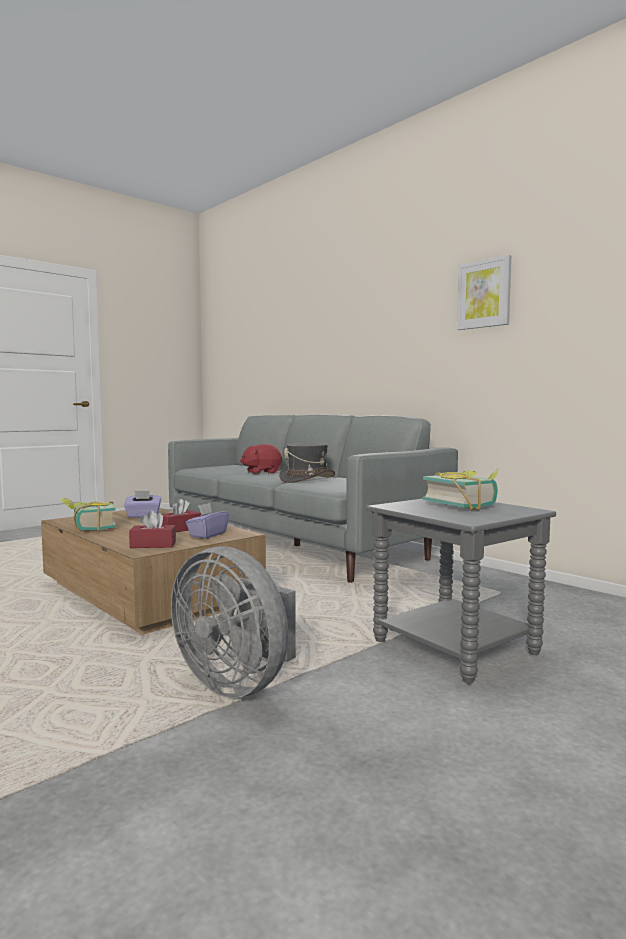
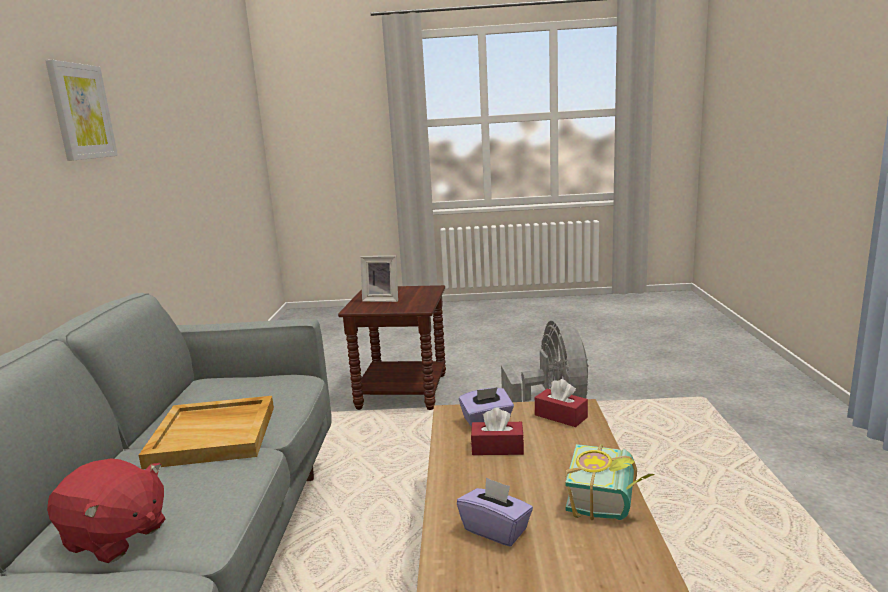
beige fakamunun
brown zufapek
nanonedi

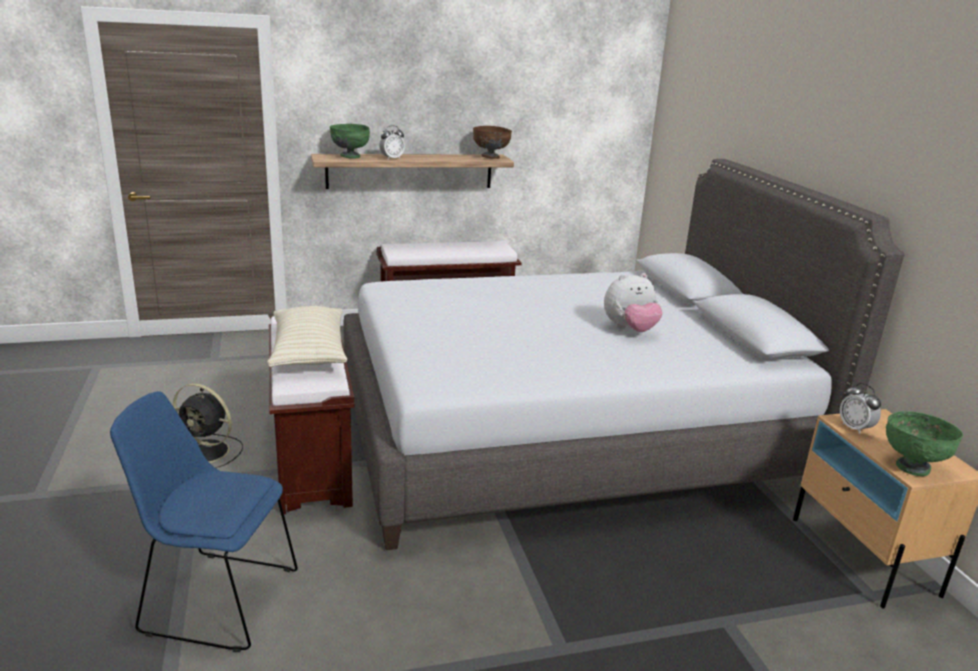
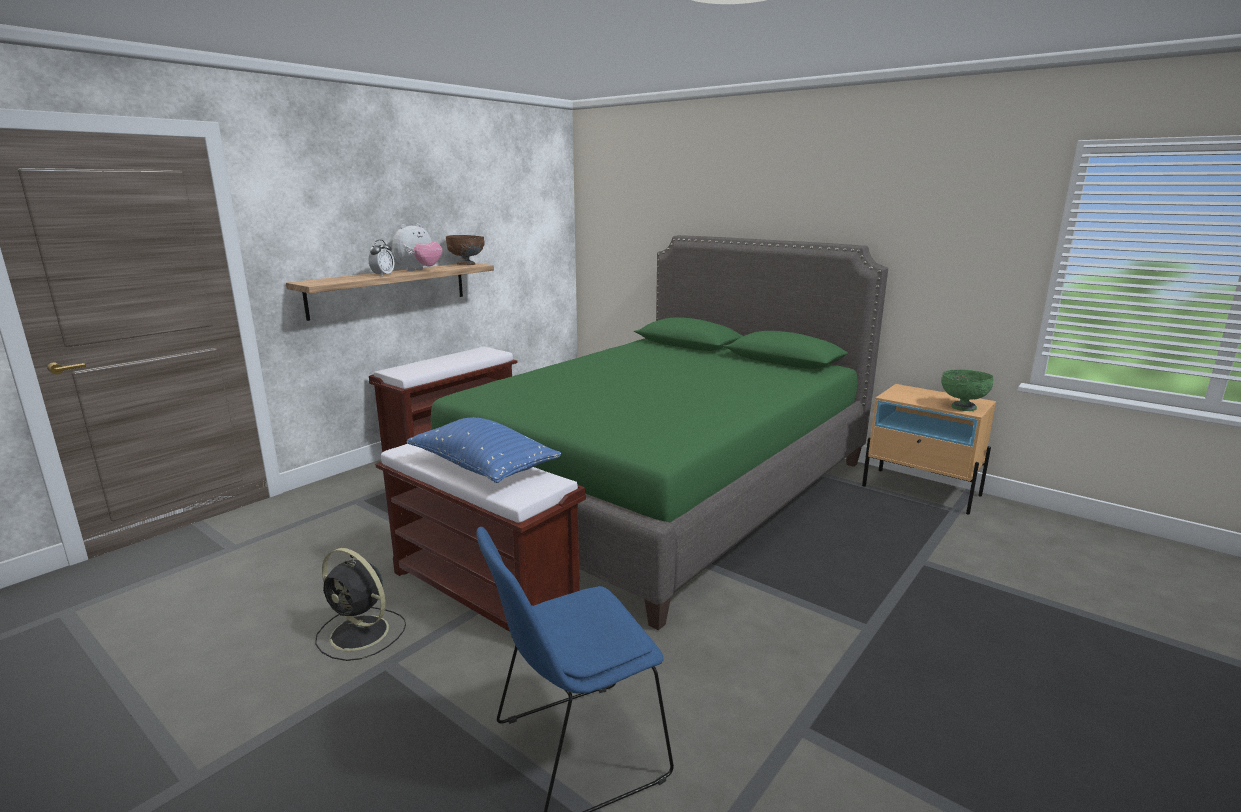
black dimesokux
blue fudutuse
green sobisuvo (no. 1 from left in the first image)
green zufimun
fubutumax
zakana (no. 2 from left in the first image)

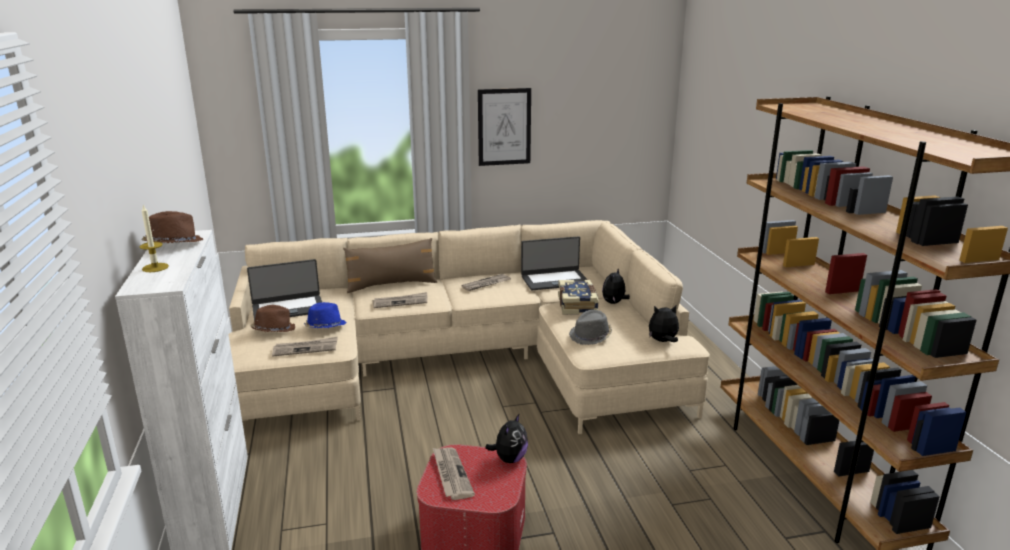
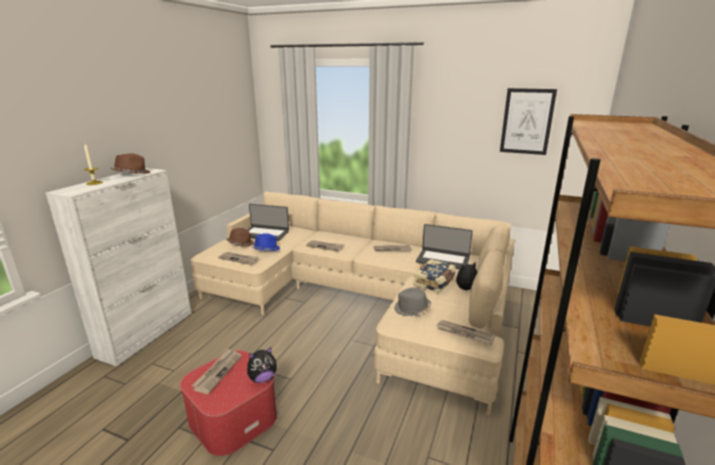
brown fudutuse
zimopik
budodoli (no. 5 from left)

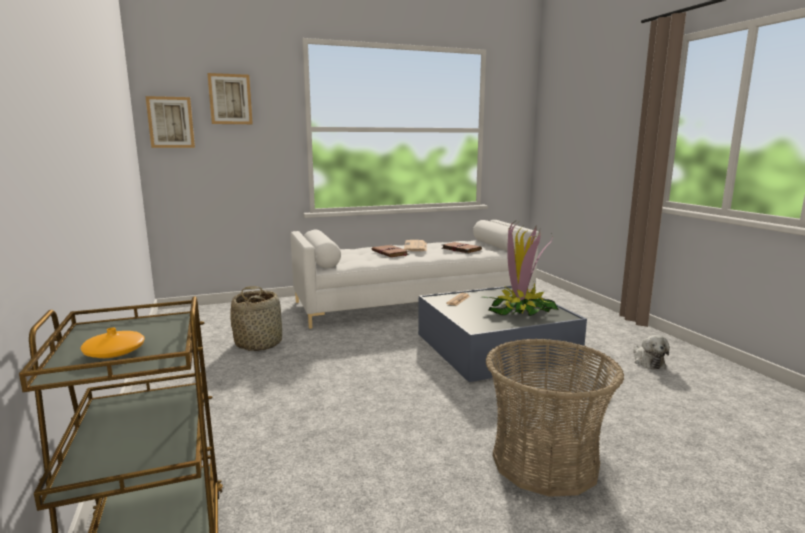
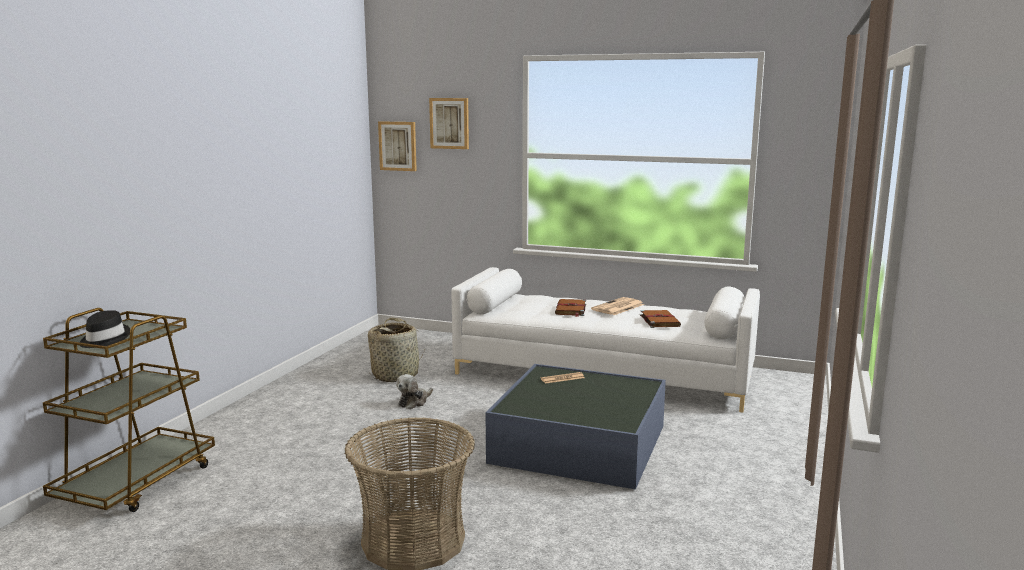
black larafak
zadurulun
fubutumax

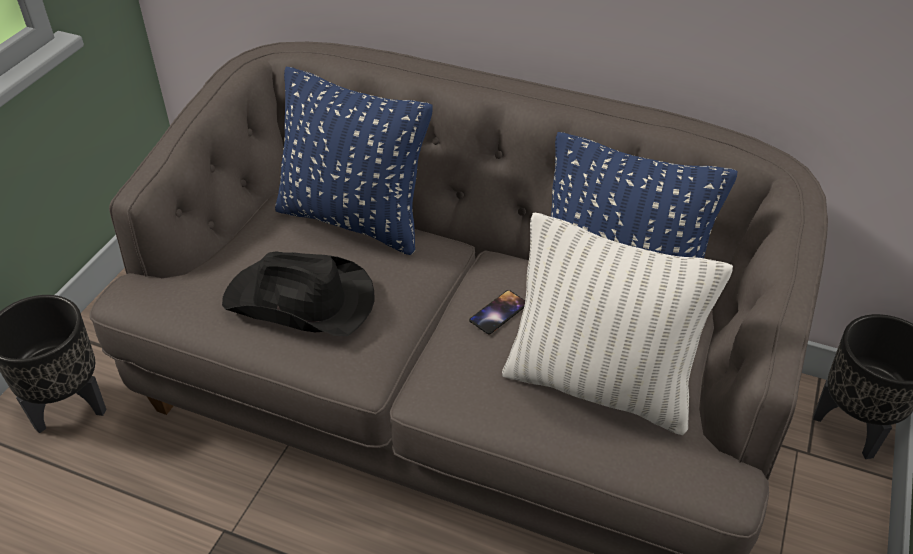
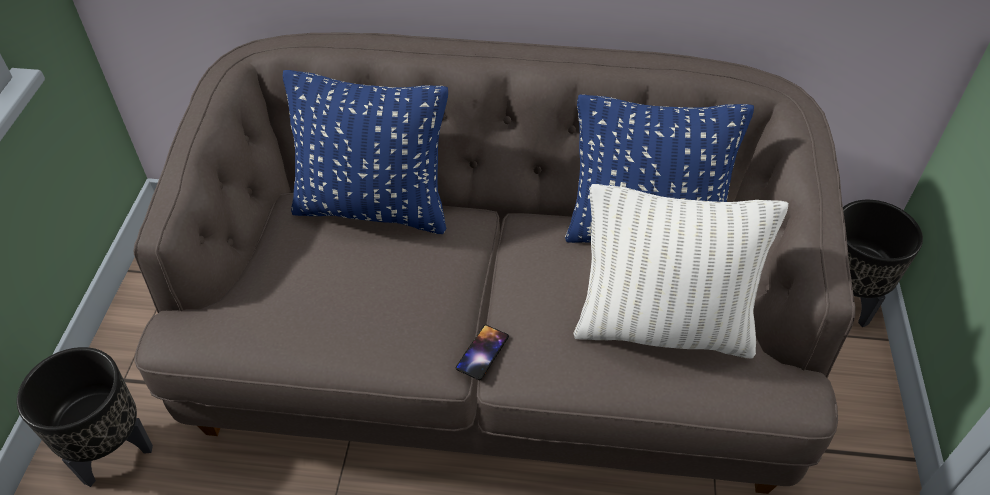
black larafak
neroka

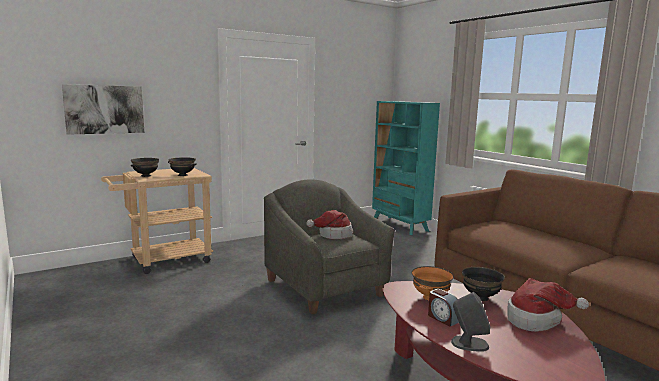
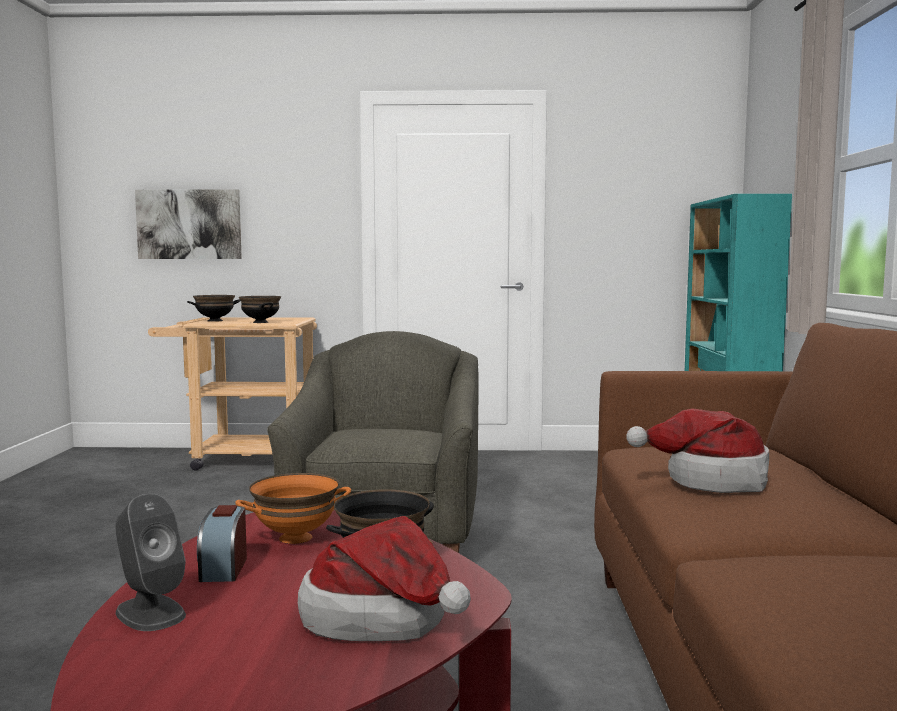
larafak (no. 2 from left)

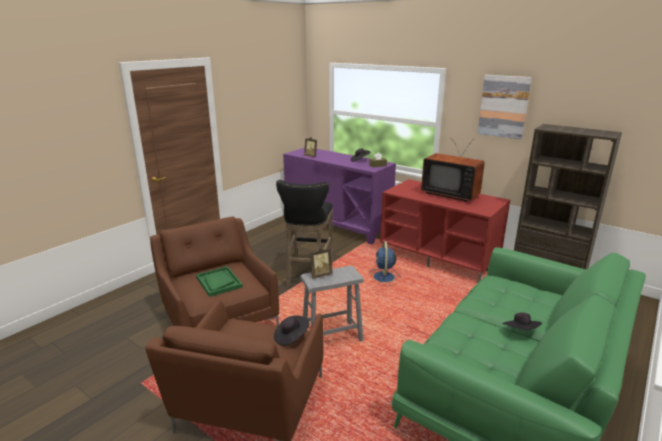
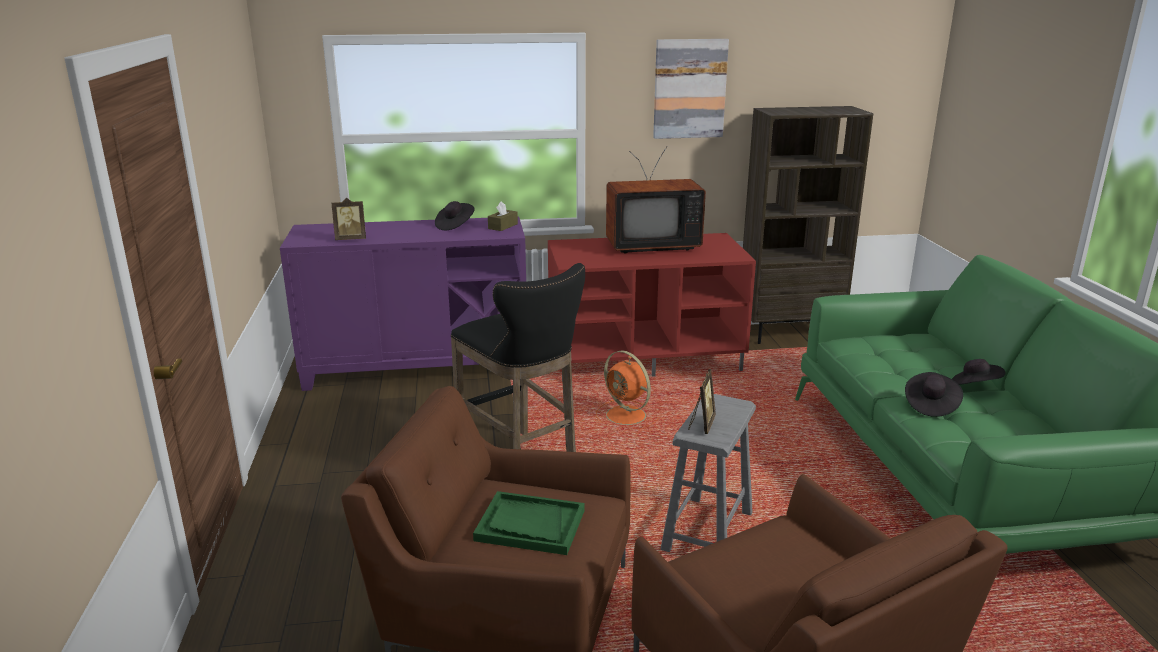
black larafak (no. 2 from left)
orange dimesokux

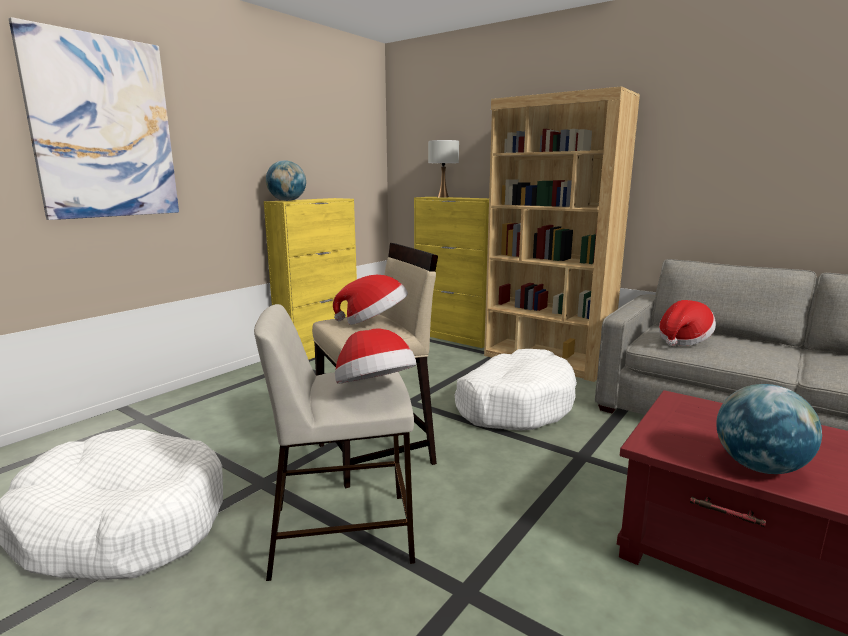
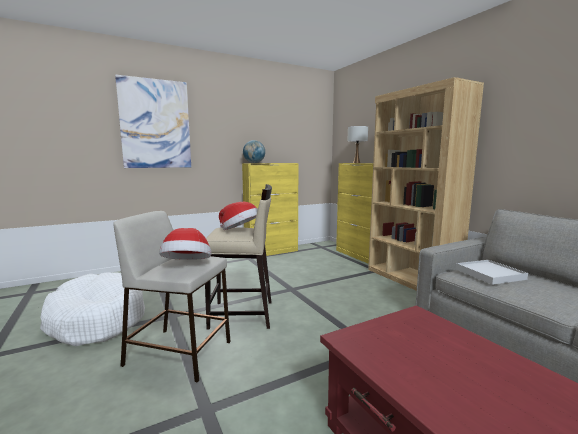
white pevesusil (no. 2 from left in the first image)
white fakamunun
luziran (no. 2 from left in the first image)

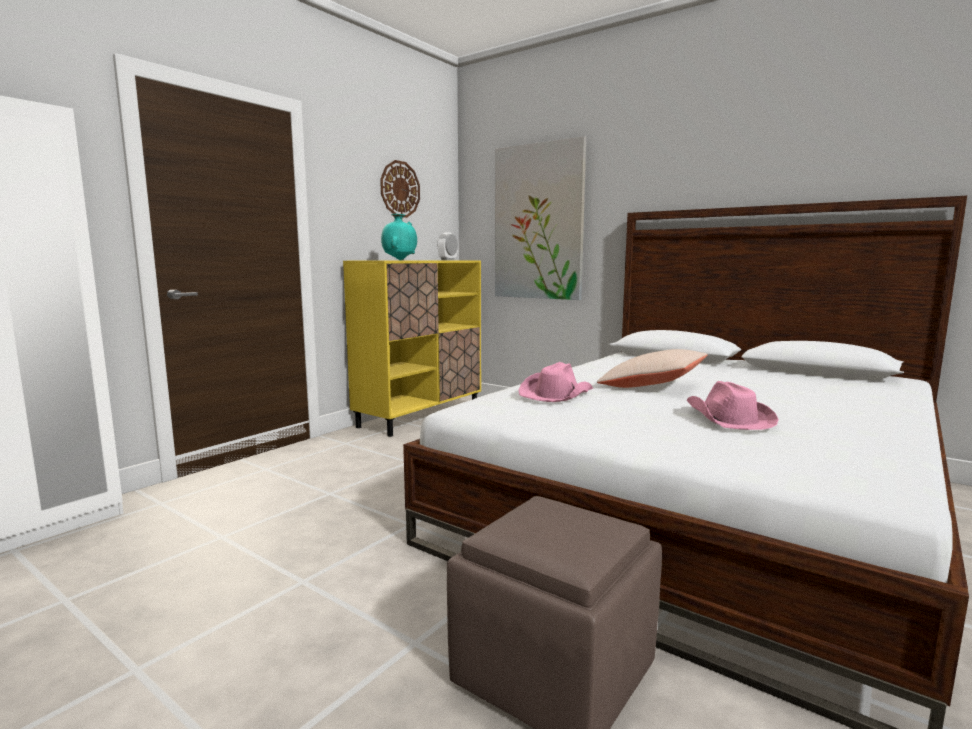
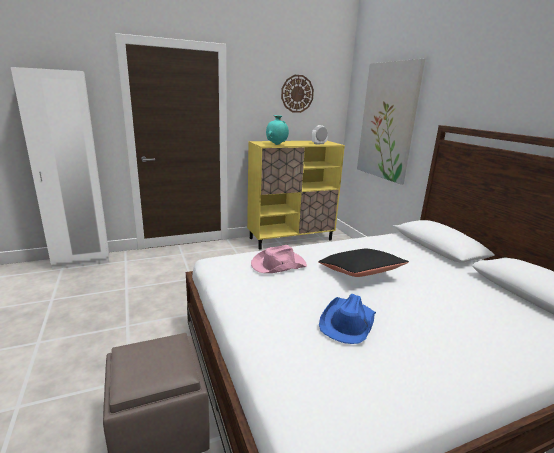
black fudutuse
blue larafak

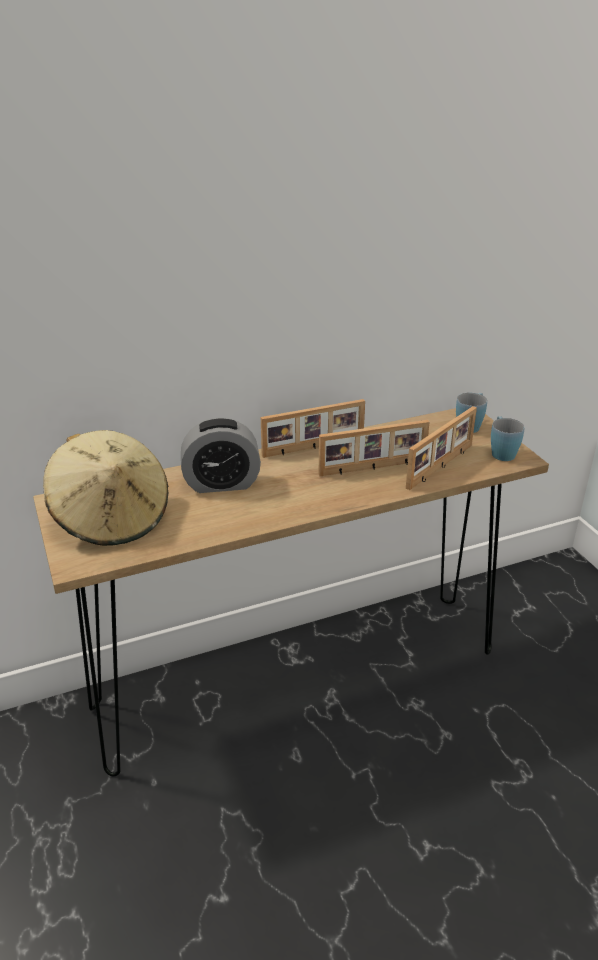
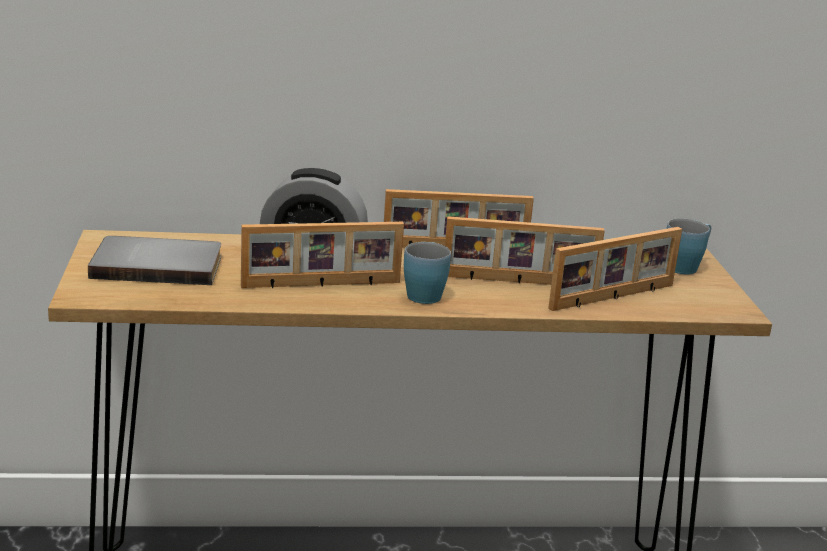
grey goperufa
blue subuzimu (no. 1 from left)
nanonedi (no. 1 from left)

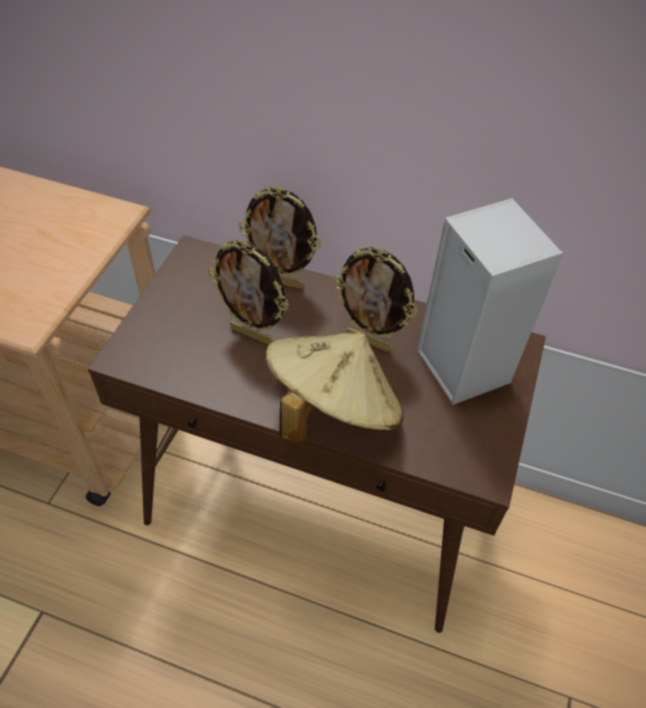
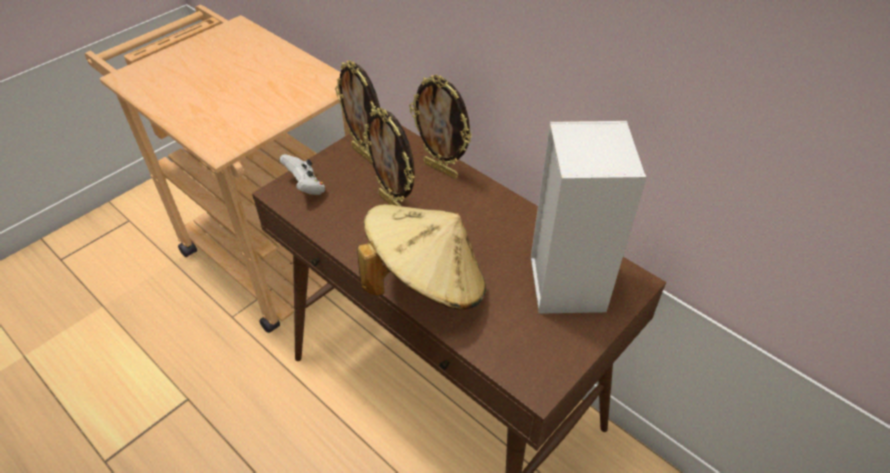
nanonedi (no. 1 from left)
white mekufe

